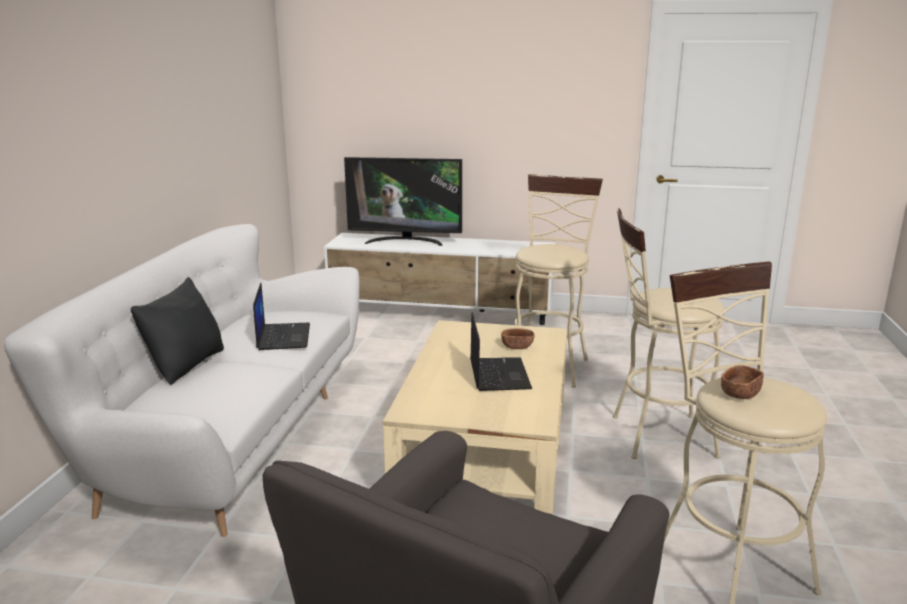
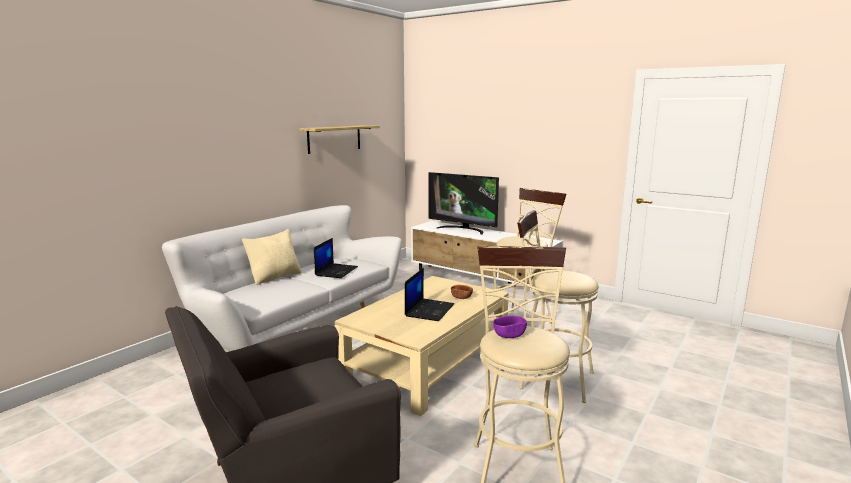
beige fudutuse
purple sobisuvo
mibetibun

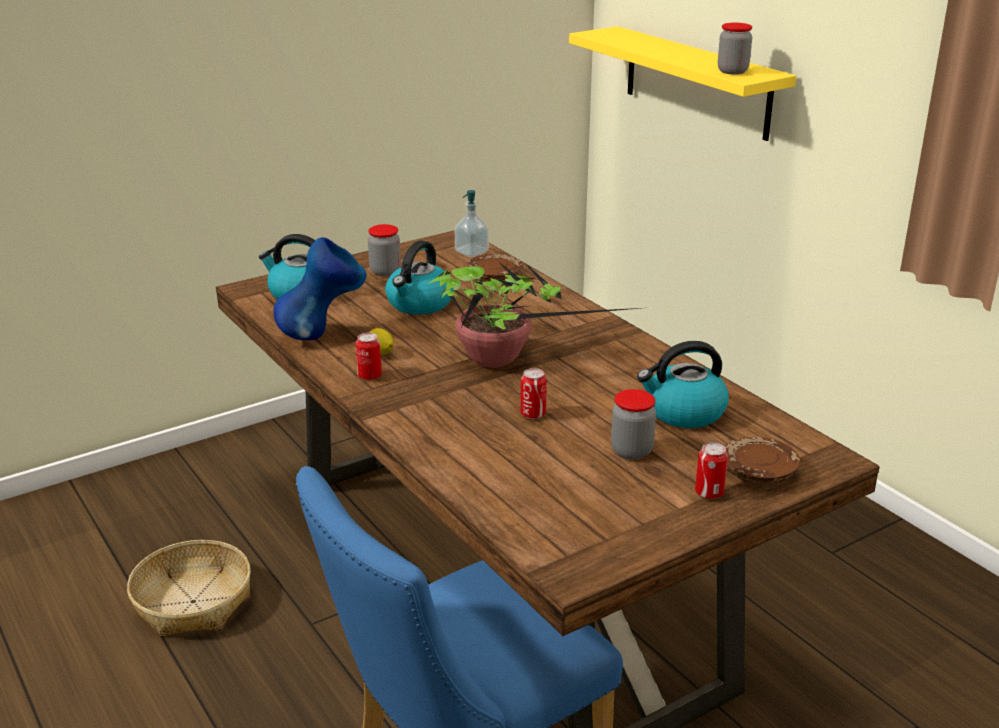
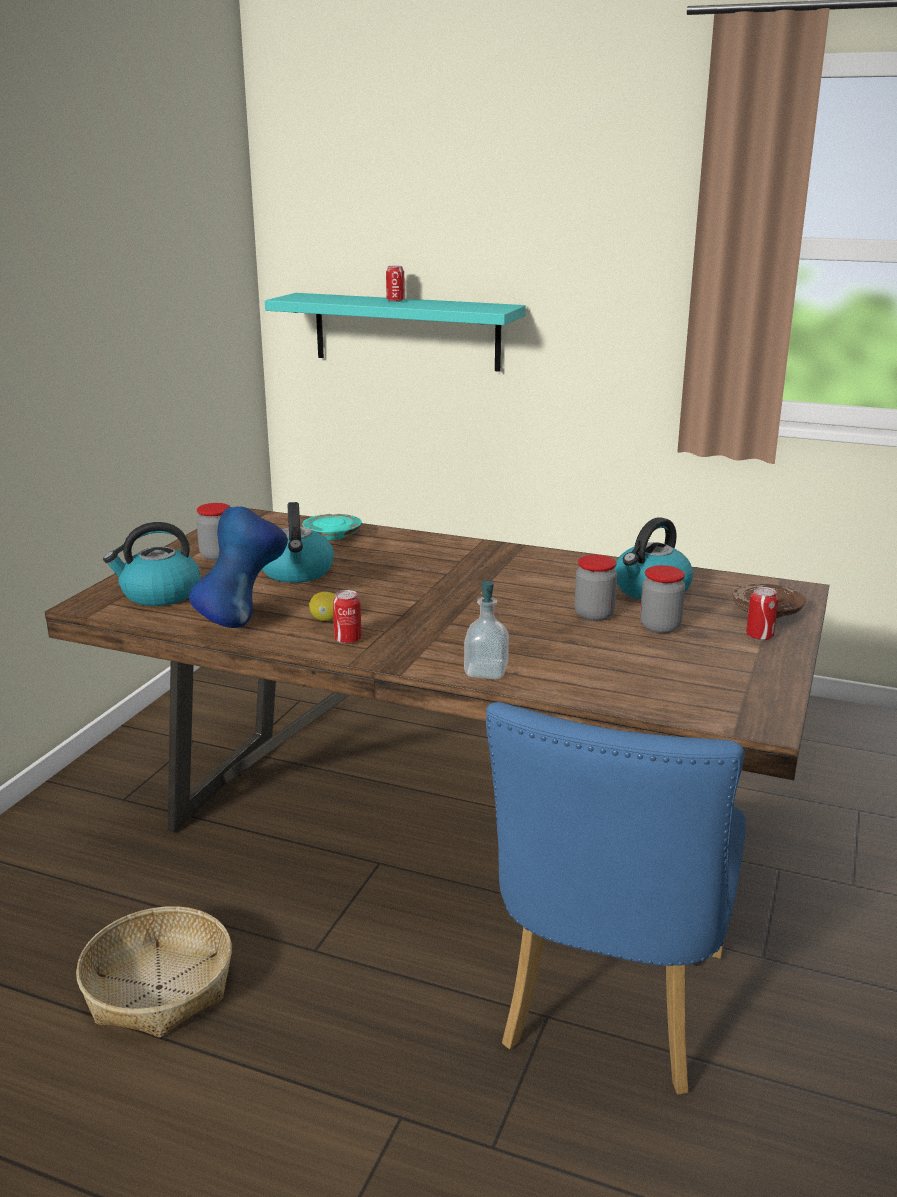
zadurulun
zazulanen
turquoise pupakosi
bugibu (no. 2 from left)
turquoise mibetibun
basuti (no. 2 from left)

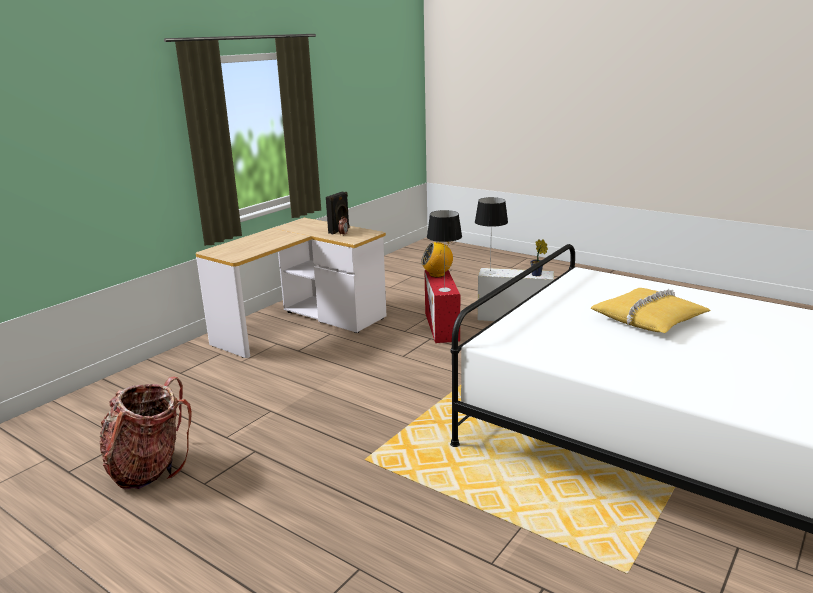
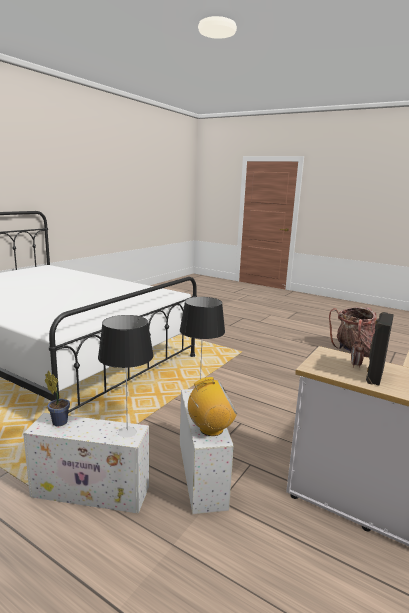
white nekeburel (no. 2 from left)
yellow fudutuse

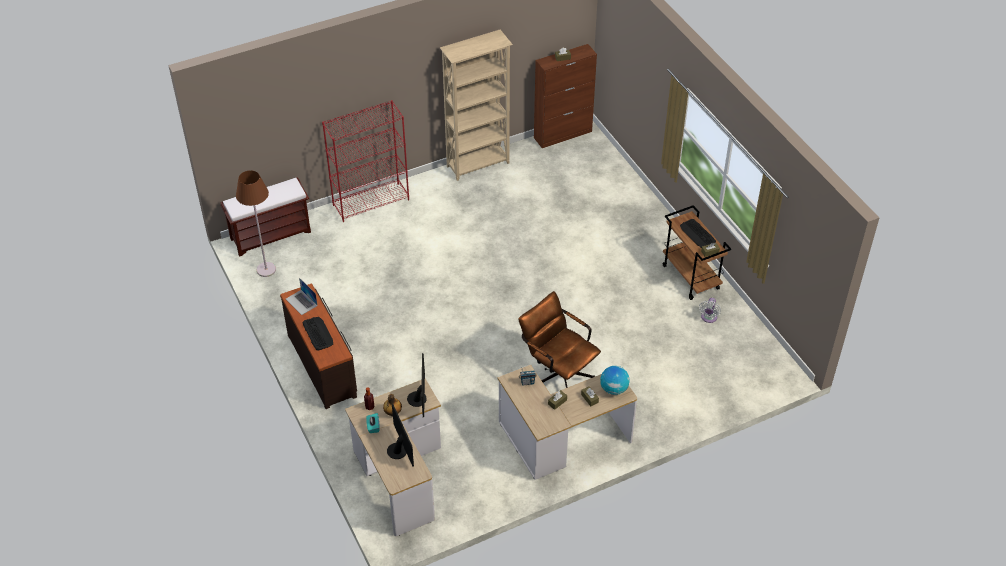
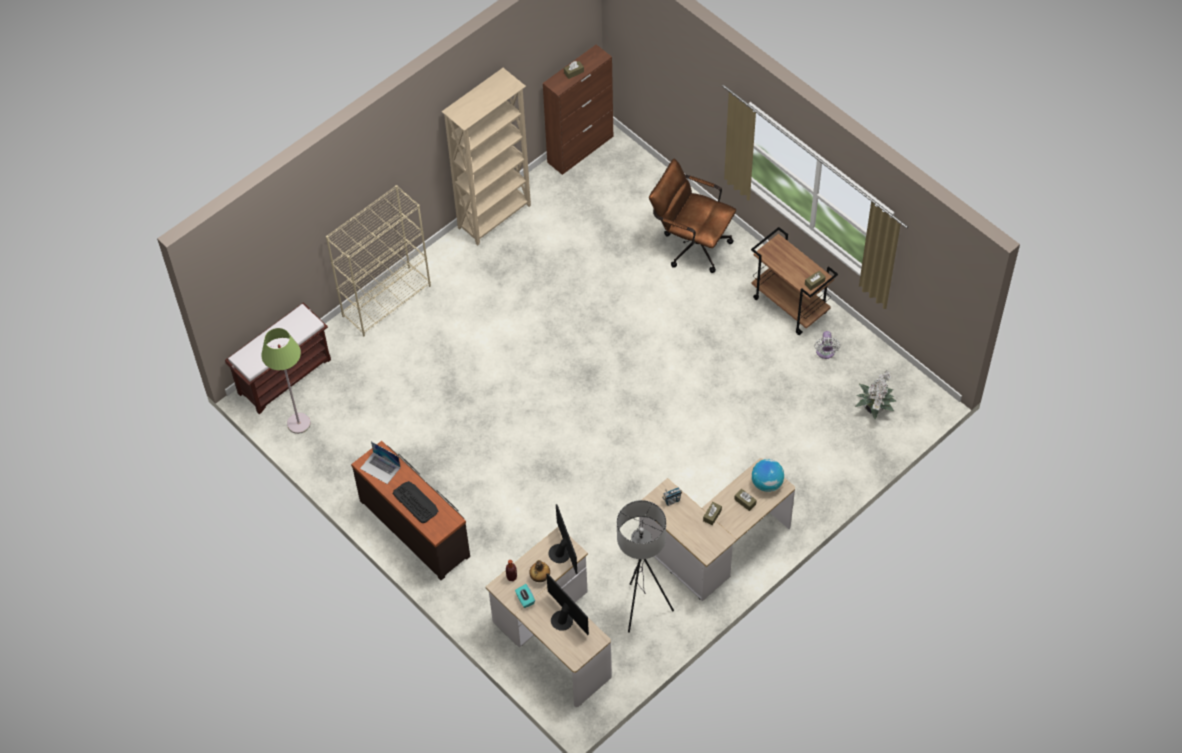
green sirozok
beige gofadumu (no. 1 from left)
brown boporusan
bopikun (no. 2 from left in the first image)
grey sirozok
zadurulun

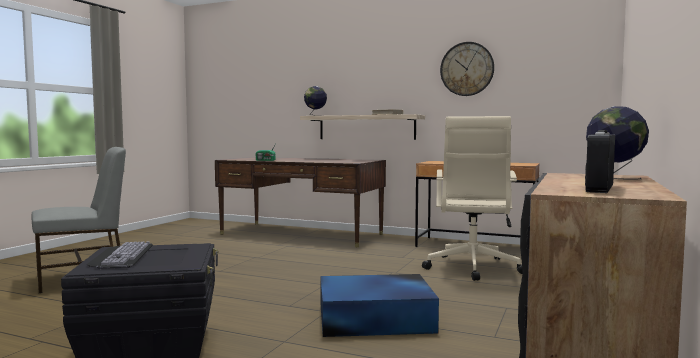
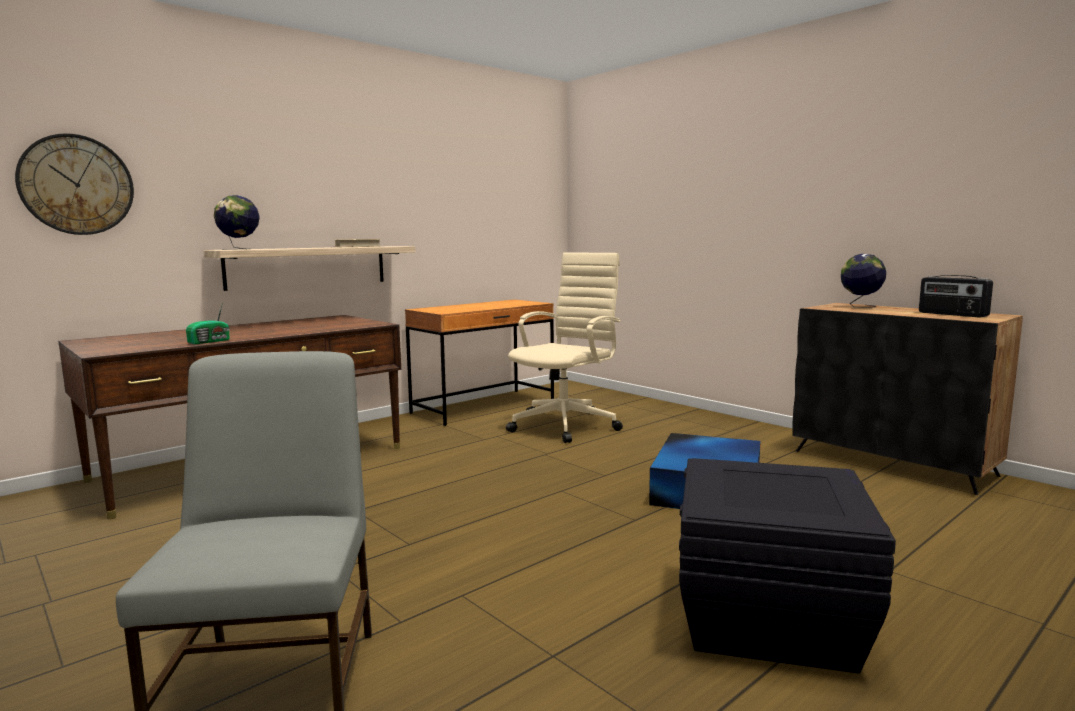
bopikun
beige boporusan
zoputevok

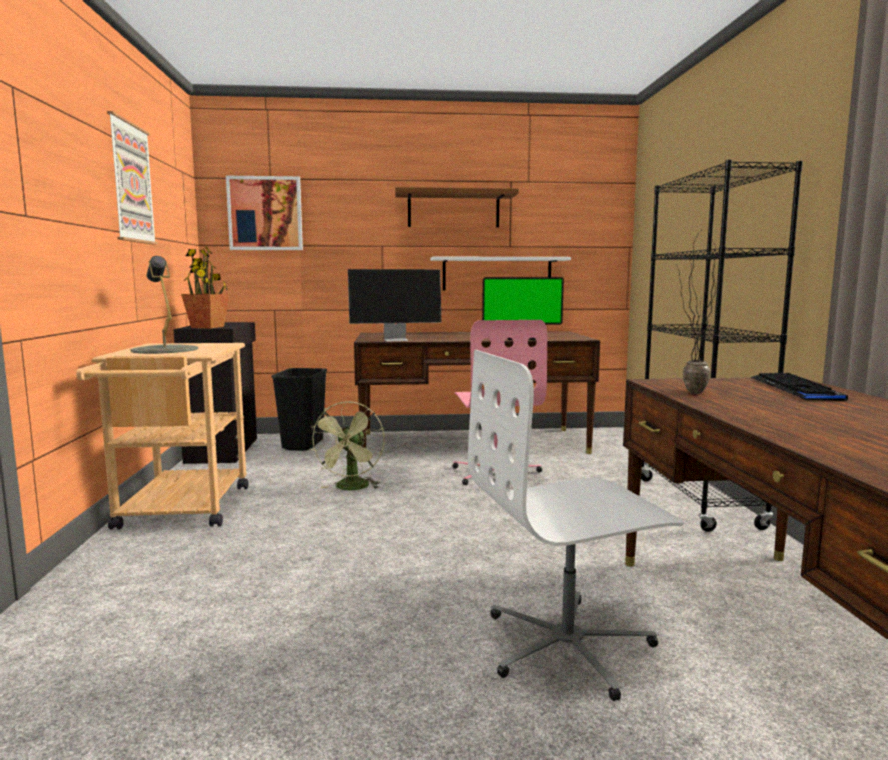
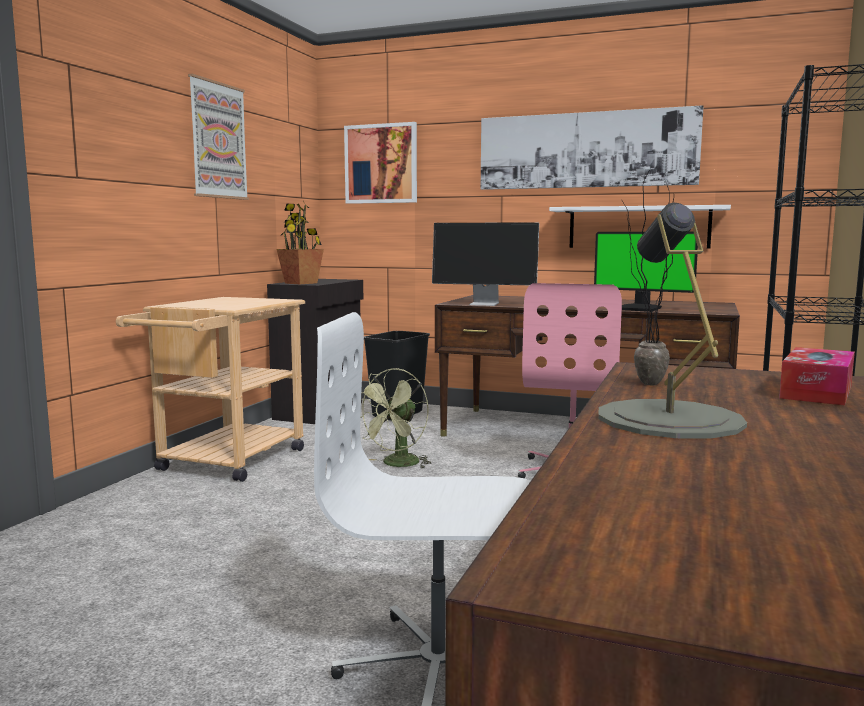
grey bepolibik
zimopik (no. 3 from left)
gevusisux

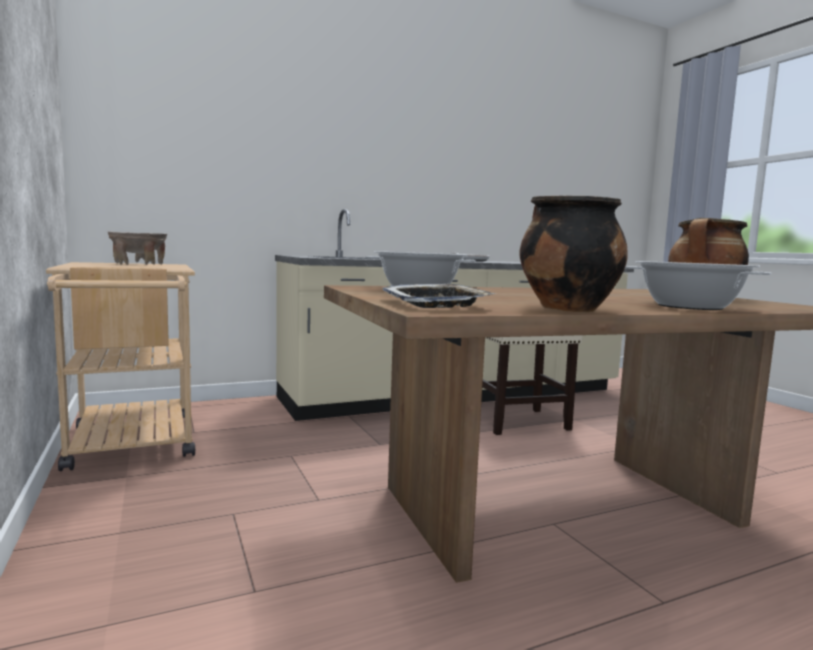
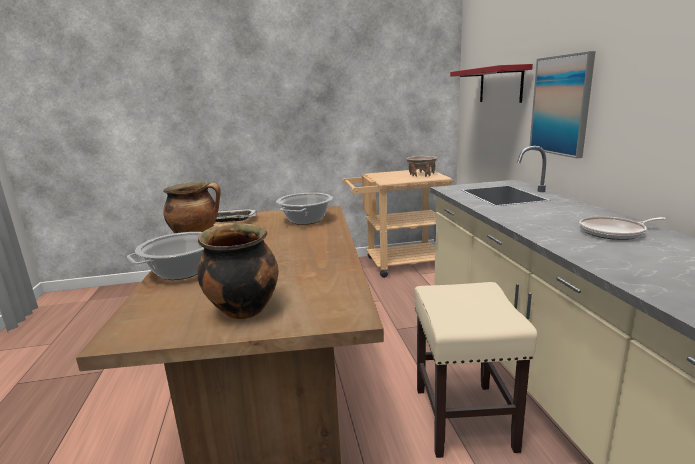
red mibetibun
zimopik

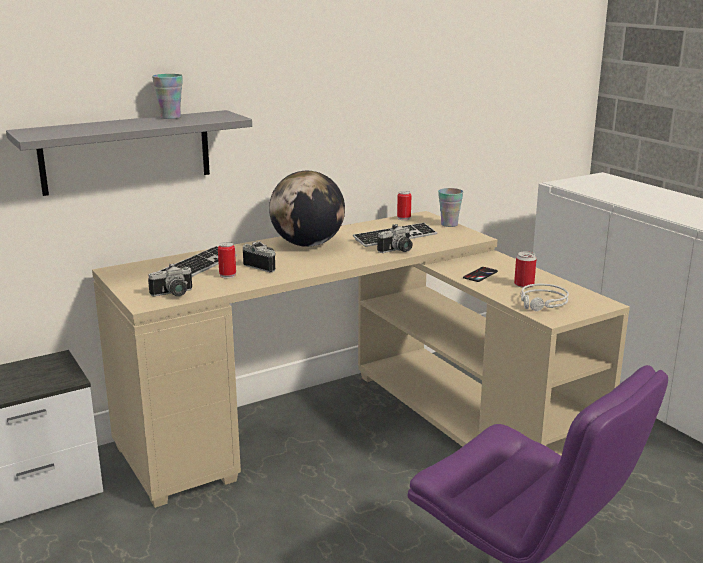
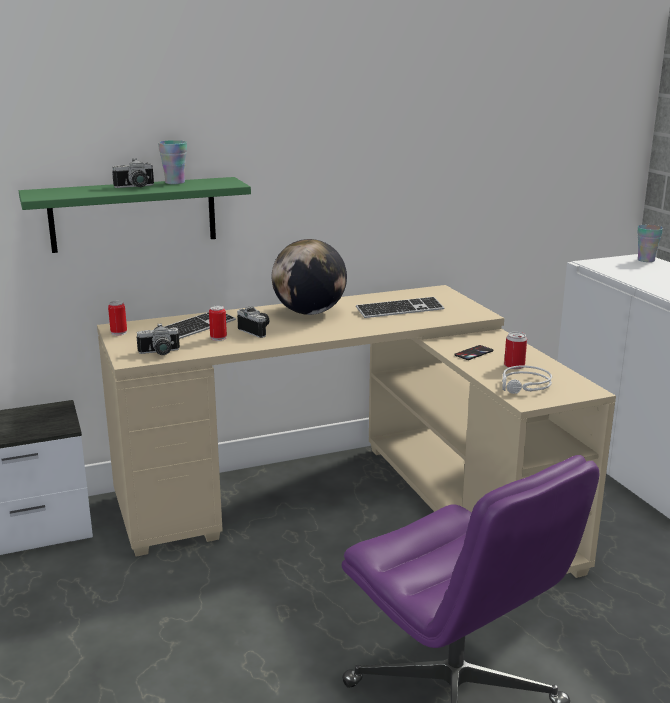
green mibetibun
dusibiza (no. 1 from left)
bugibu (no. 1 from left)
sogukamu (no. 2 from left)

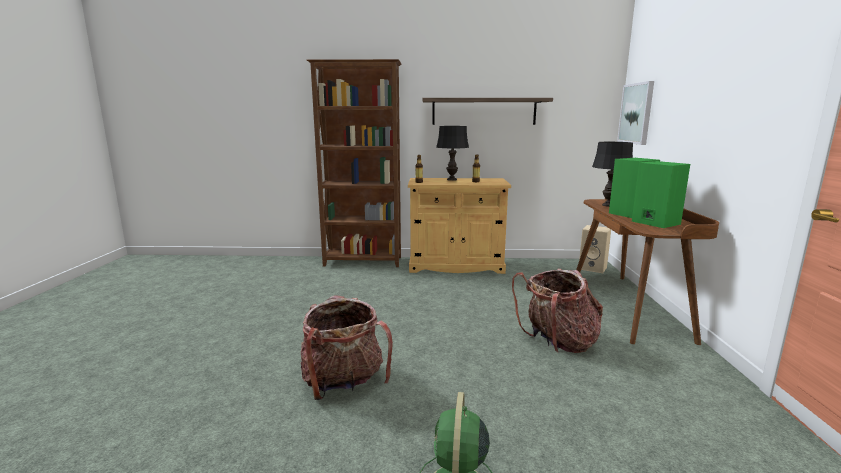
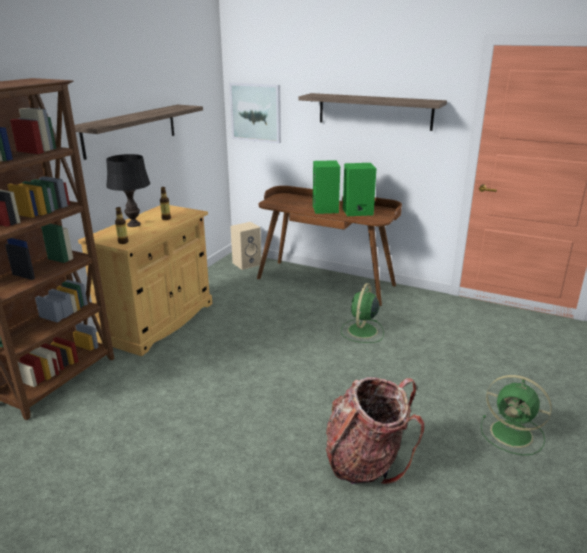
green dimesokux (no. 1 from left)
black bepolibik (no. 2 from left in the first image)
mibetibun (no. 2 from left)

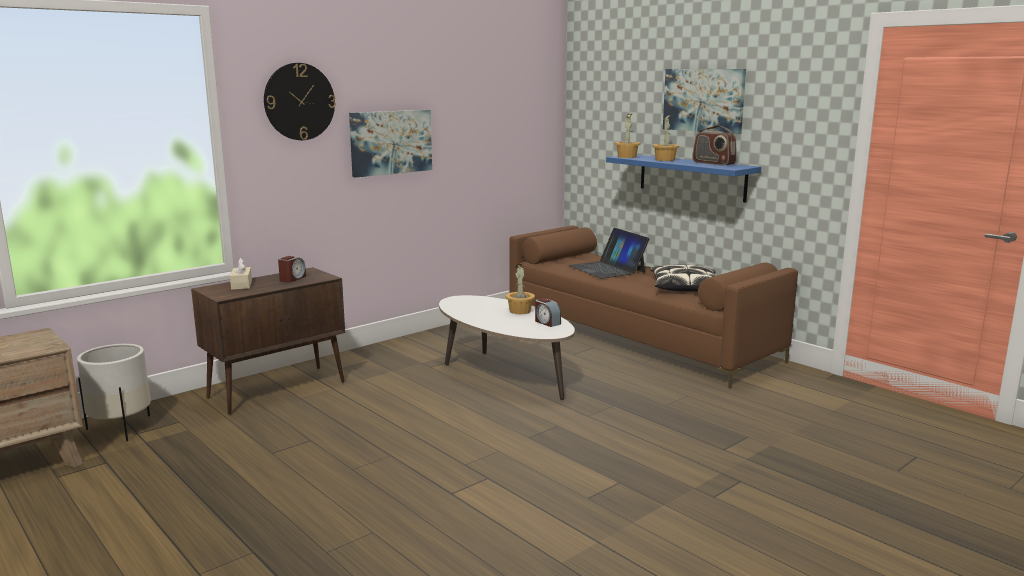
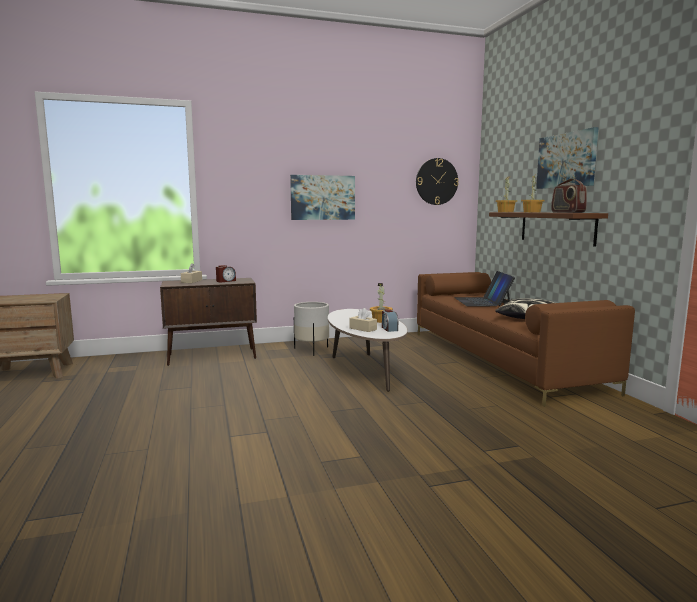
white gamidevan
zoputevok
brown mibetibun
beige gevusisux (no. 2 from left)

